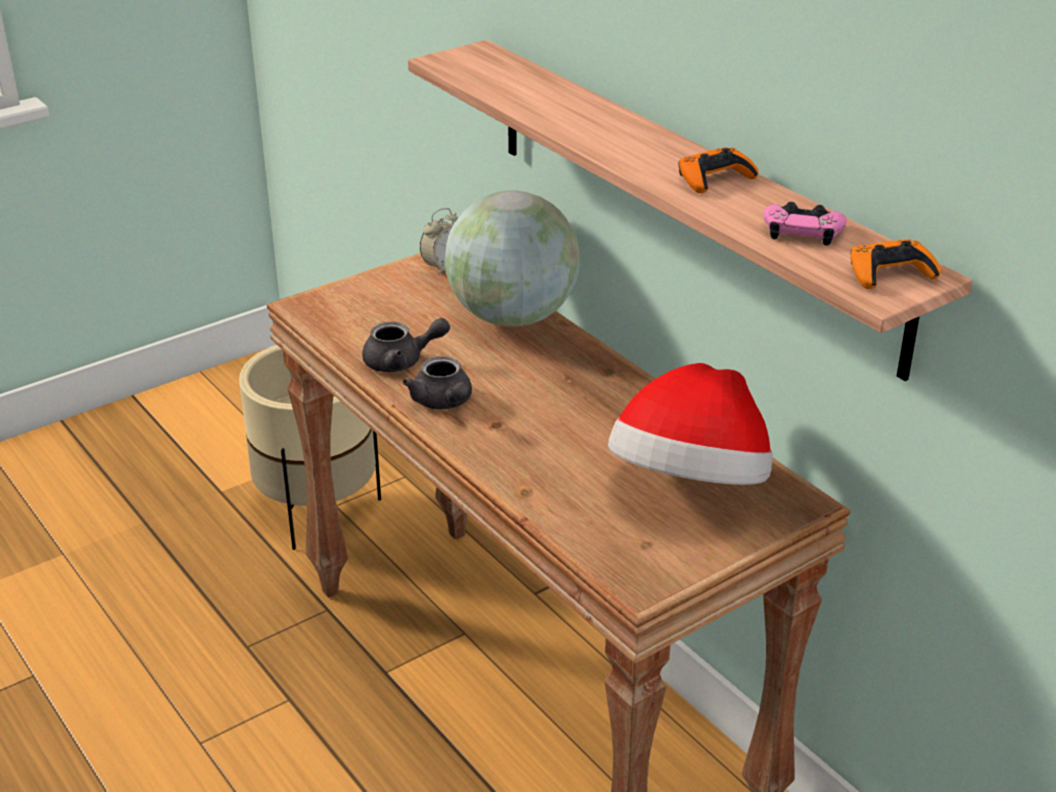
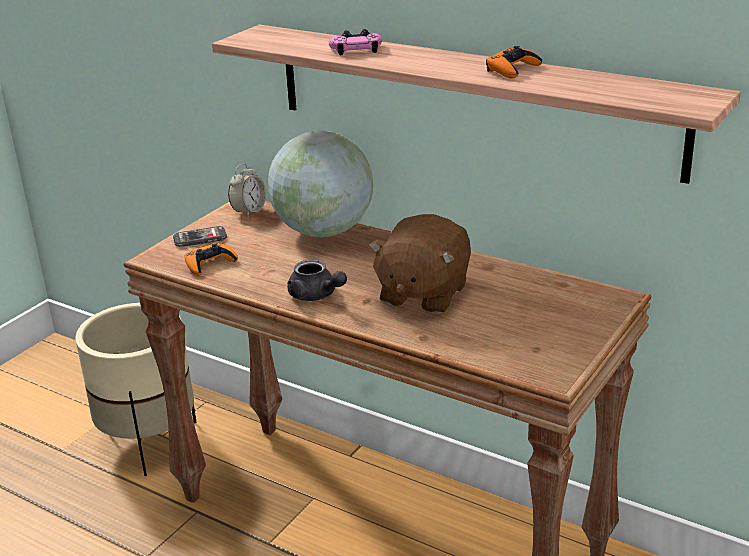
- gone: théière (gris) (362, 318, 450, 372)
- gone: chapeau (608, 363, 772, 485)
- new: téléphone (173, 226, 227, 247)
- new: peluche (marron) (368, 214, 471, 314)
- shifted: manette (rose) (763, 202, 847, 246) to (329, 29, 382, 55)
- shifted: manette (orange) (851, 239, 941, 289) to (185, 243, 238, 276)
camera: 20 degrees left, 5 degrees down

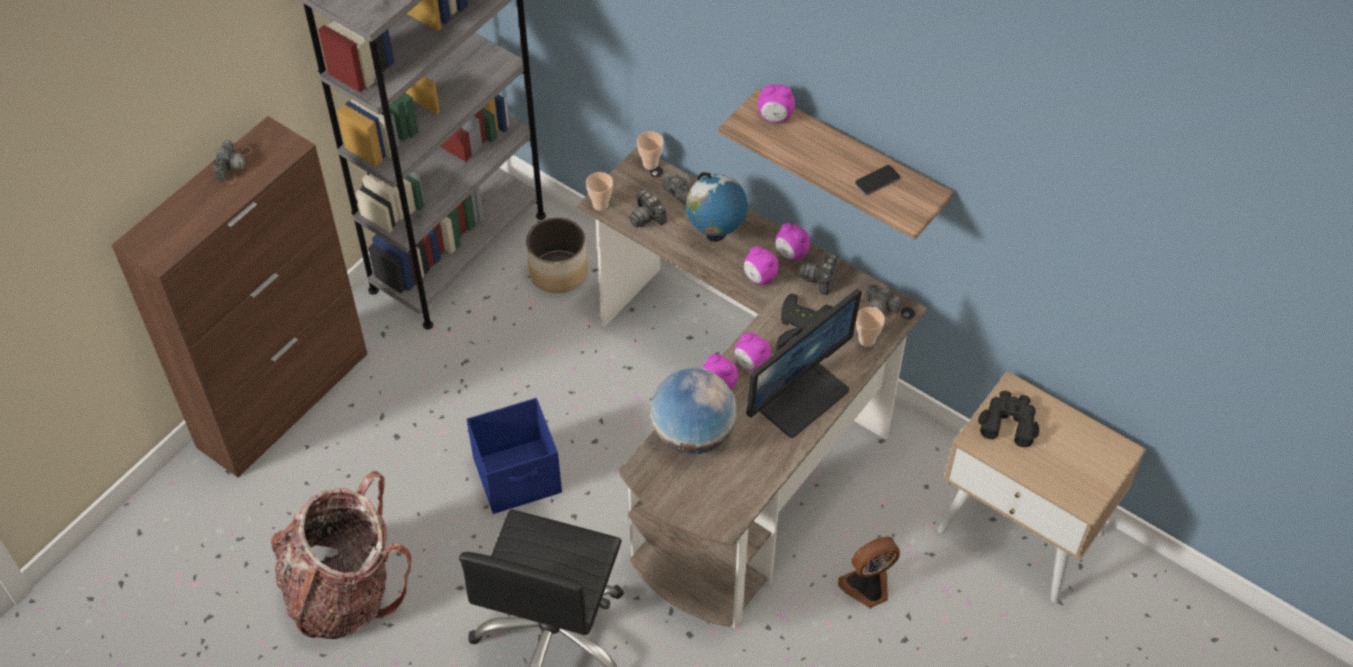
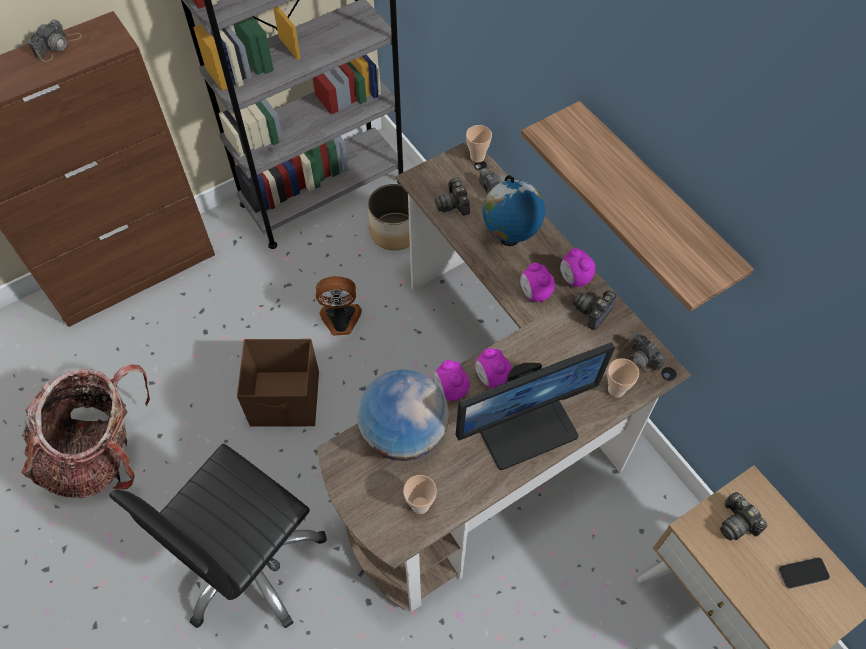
- gone: réveil (758, 84, 795, 123)
- gone: manette (noir) (781, 294, 832, 330)
- shifted: tasse (586, 172, 613, 211) to (403, 475, 437, 514)
- shifted: ventilateur (838, 537, 900, 608) to (316, 276, 362, 336)
- shifted: téléphone (855, 165, 900, 195) to (779, 558, 830, 589)
- swapped: jumelles (noir) (978, 391, 1039, 447) to appareil photo (720, 492, 767, 541)
- repainted: boîte de rangement (bleu) (466, 398, 562, 514) to boîte de rangement (marron) (237, 339, 319, 427)
camera: 20 degrees right, 5 degrees up

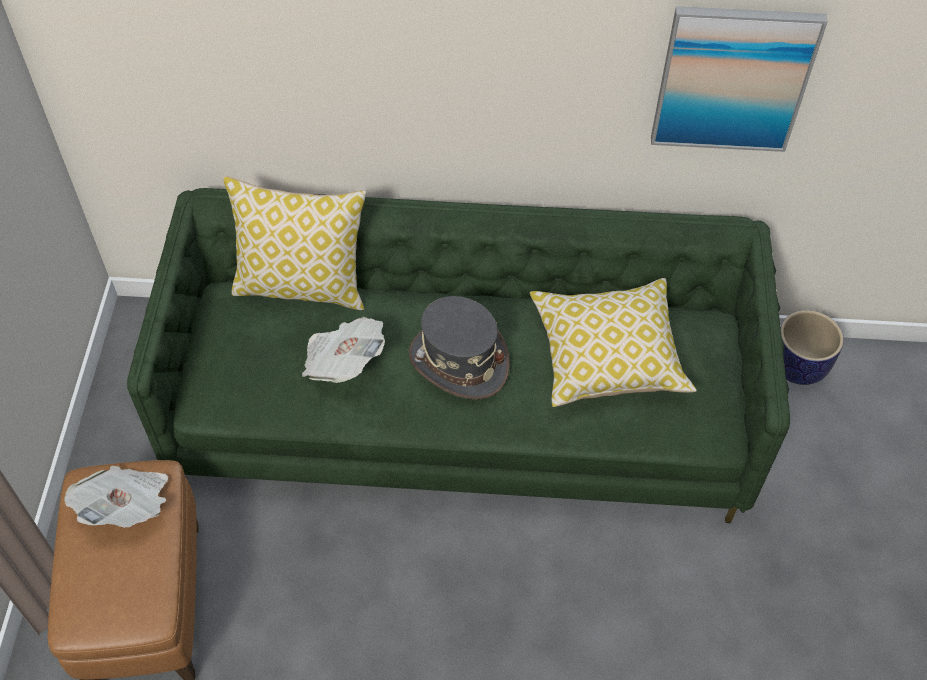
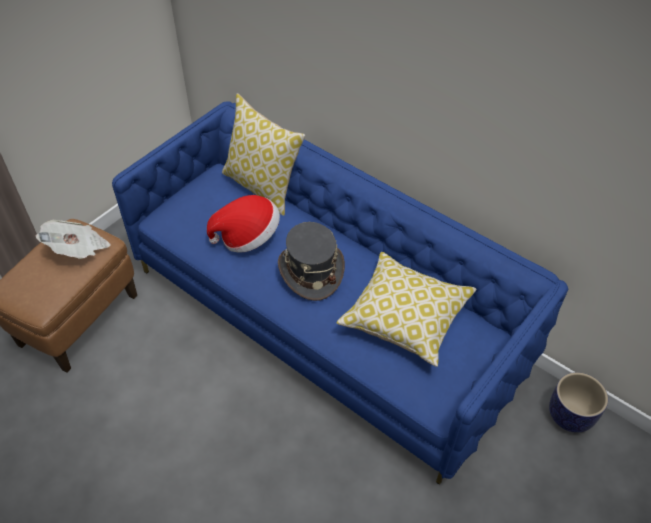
- gone: tableau (651, 6, 828, 152)
- swapped: journal (302, 317, 385, 383) to chapeau (207, 195, 280, 253)
- repainted: canapé (vert) (127, 188, 790, 523) to canapé (bleu) (112, 101, 568, 485)
camera: 35 degrees right, 5 degrees down

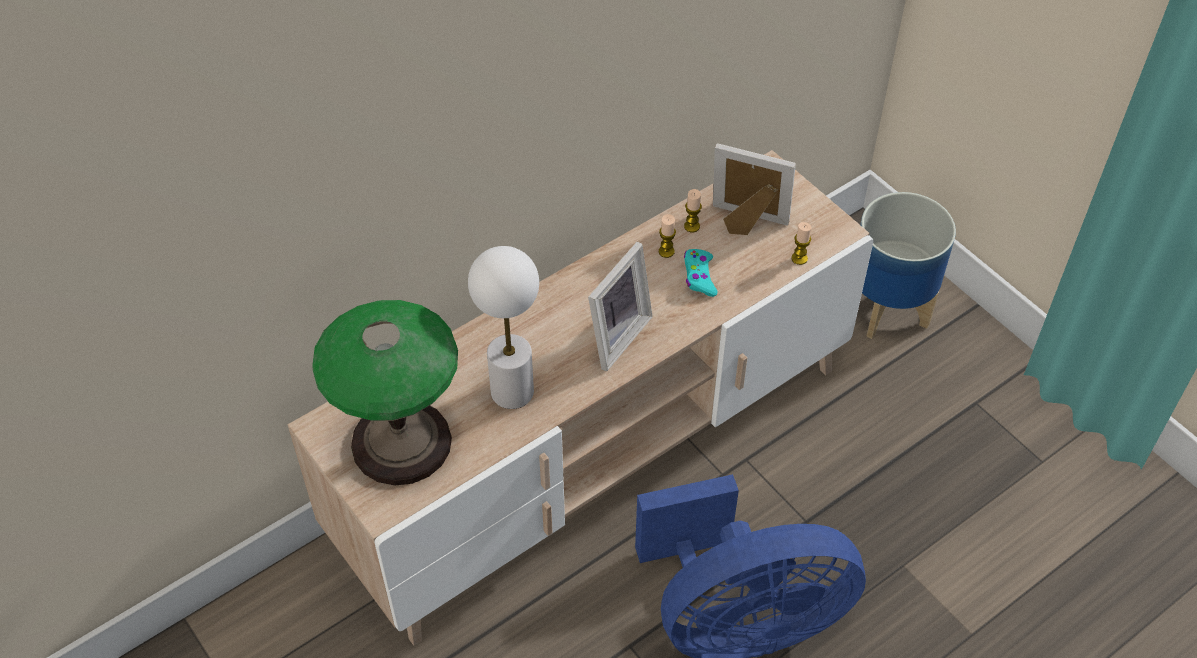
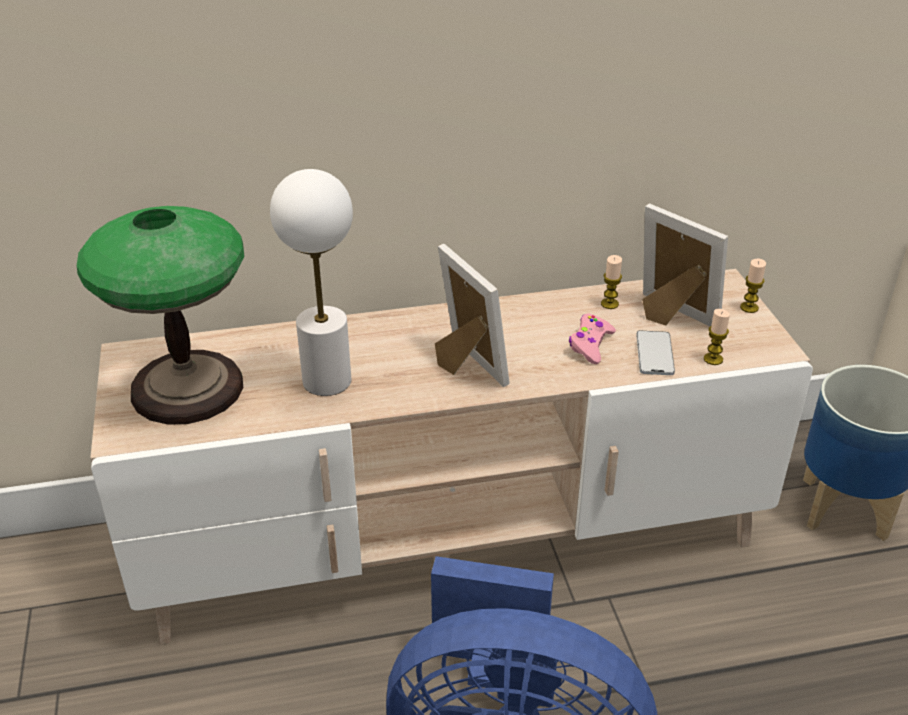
- new: téléphone (636, 330, 675, 375)
- shifted: bougie (659, 214, 676, 258) to (740, 259, 766, 313)
- repainted: manette (turquoise) (684, 249, 717, 297) to manette (rose) (569, 313, 616, 364)
- rotated: cadre photo (588, 242, 653, 371) = (435, 244, 510, 387) 90 degrees counterclockwise
camera: 25 degrees right, 15 degrees down

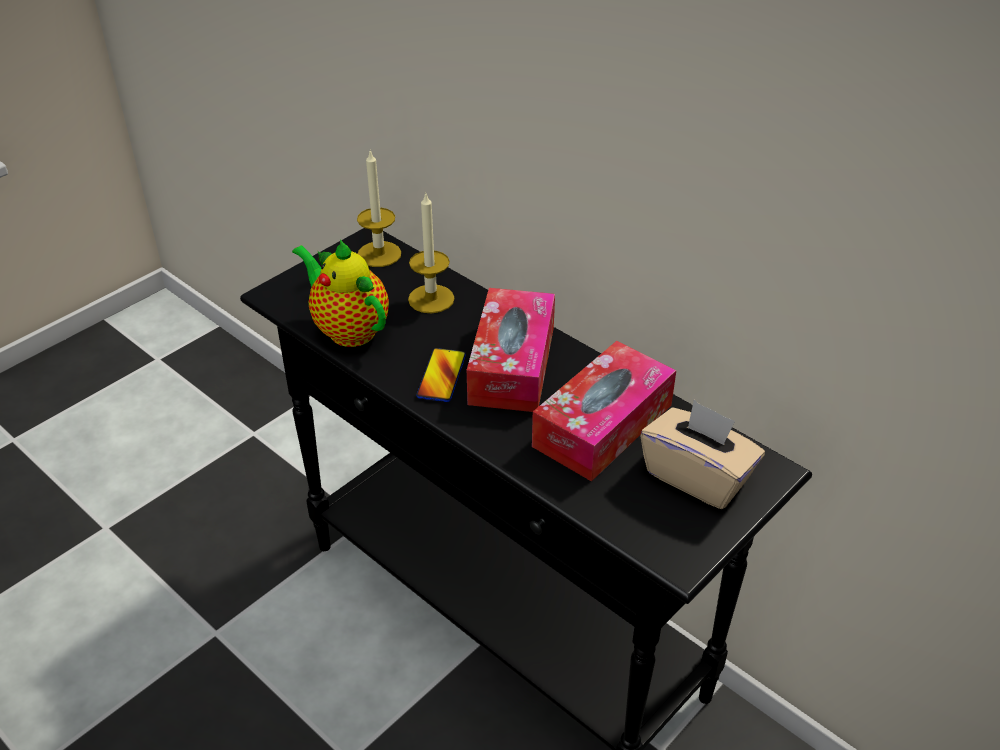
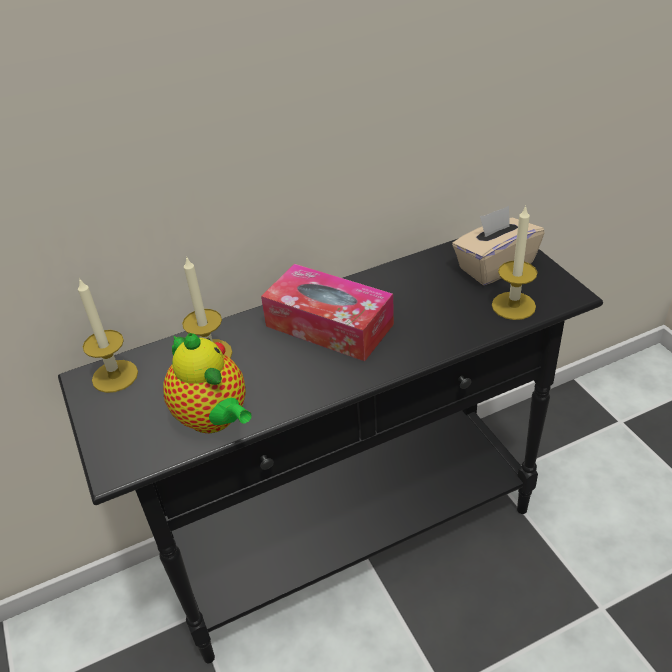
- gone: téléphone (416, 348, 466, 402)
- gone: boîte à mouchoirs (532, 341, 676, 482)
- new: bougie (492, 205, 538, 320)
- rotated: théière (292, 239, 389, 347) = (163, 333, 252, 433) 105 degrees counterclockwise
camera: 65 degrees left, 0 degrees up

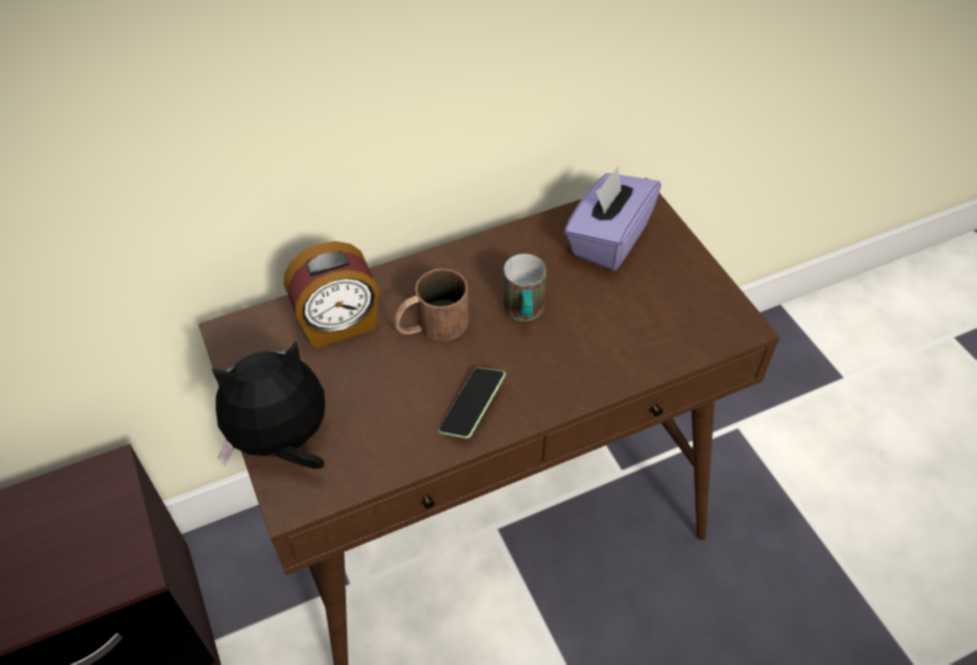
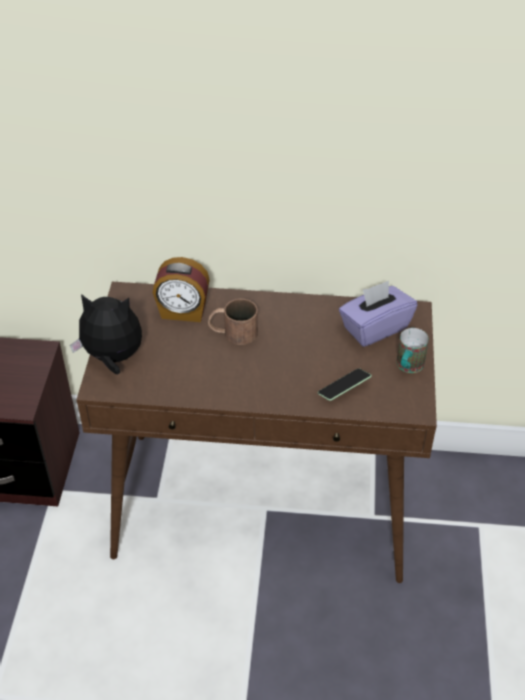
- shifted: téléphone (438, 367, 506, 439) to (318, 368, 372, 401)
- shifted: mug (503, 254, 546, 321) to (396, 328, 429, 373)
camera: 30 degrees right, 5 degrees down

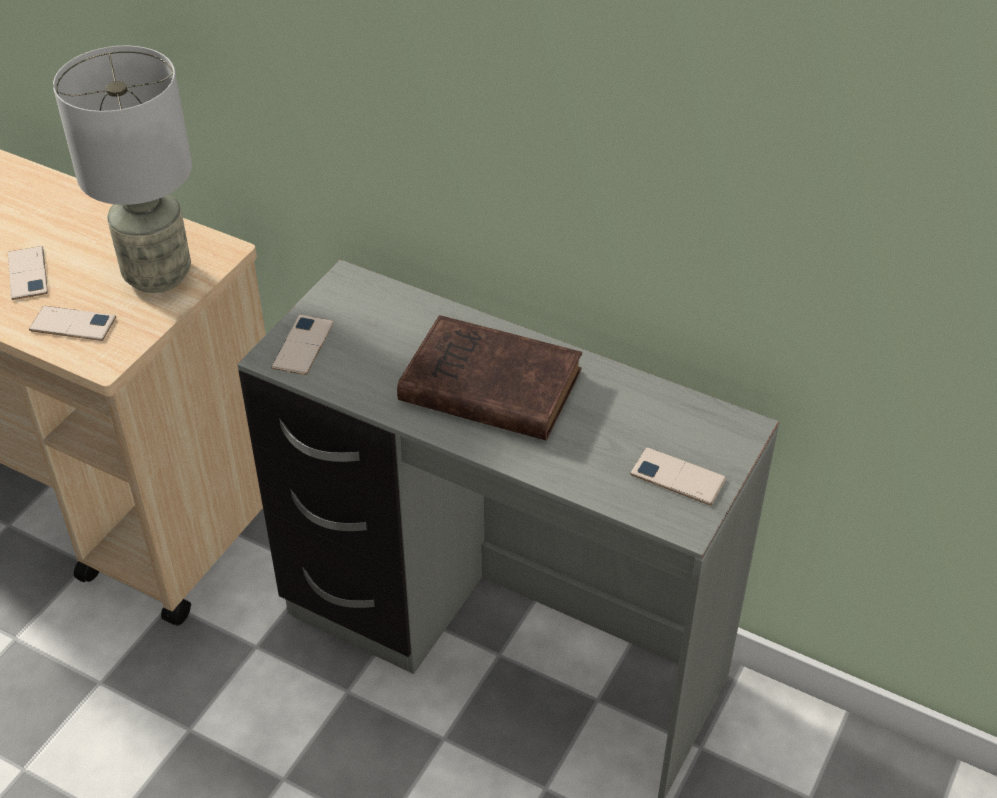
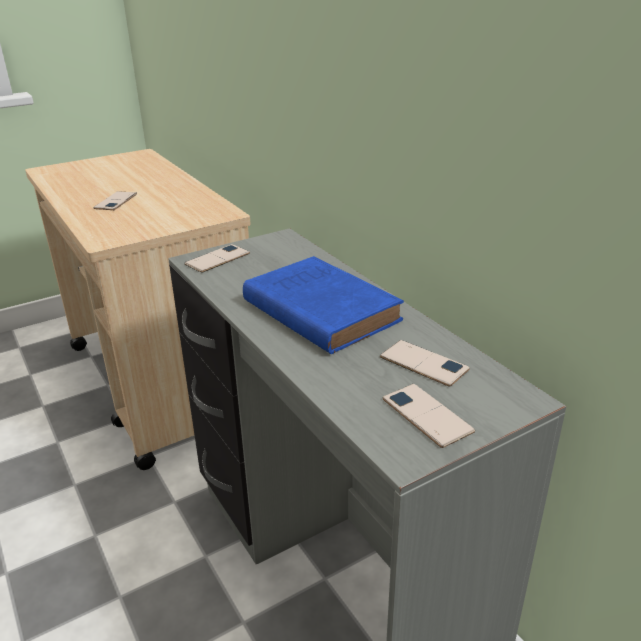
- gone: lampe de table (gris) (53, 46, 192, 293)
- shifted: téléphone (29, 306, 116, 341) to (380, 340, 470, 387)
- repainted: livre (marron) (397, 315, 582, 441) to livre (bleu) (243, 256, 404, 354)
camera: 30 degrees right, 15 degrees down

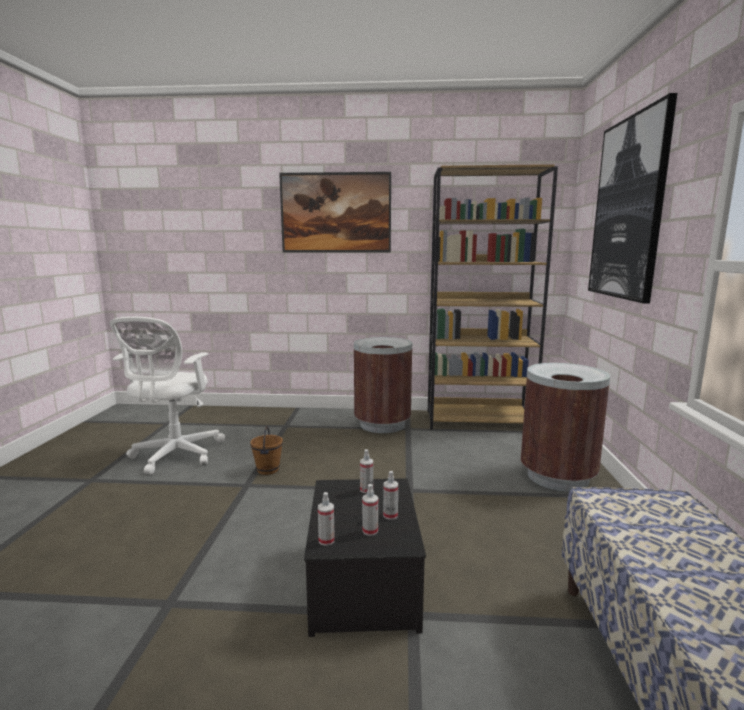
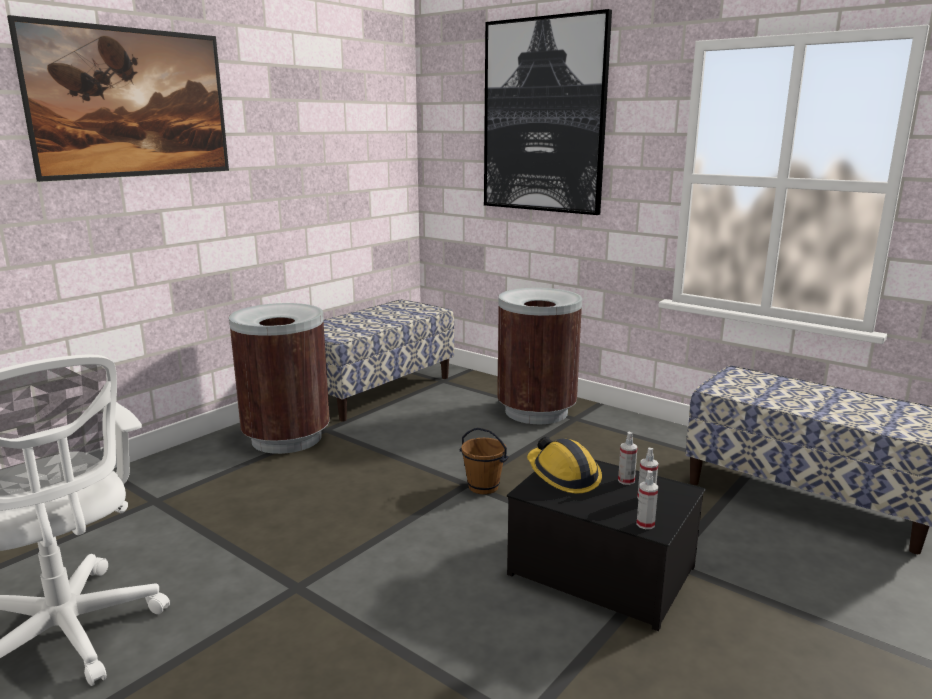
- shifted: seau (marron) (250, 426, 283, 475) to (460, 428, 509, 494)
- swapped: vaporisateur (360, 449, 373, 493) to casque de chantier (527, 436, 602, 494)
- swapped: bibliothèque (marron) (428, 164, 558, 429) to banc (323, 299, 454, 421)
camera: 55 degrees left, 5 degrees up

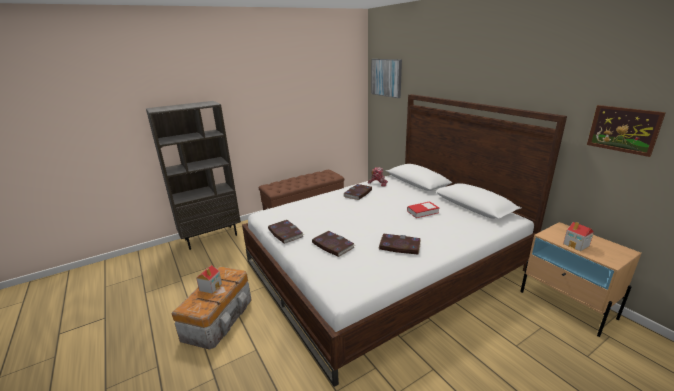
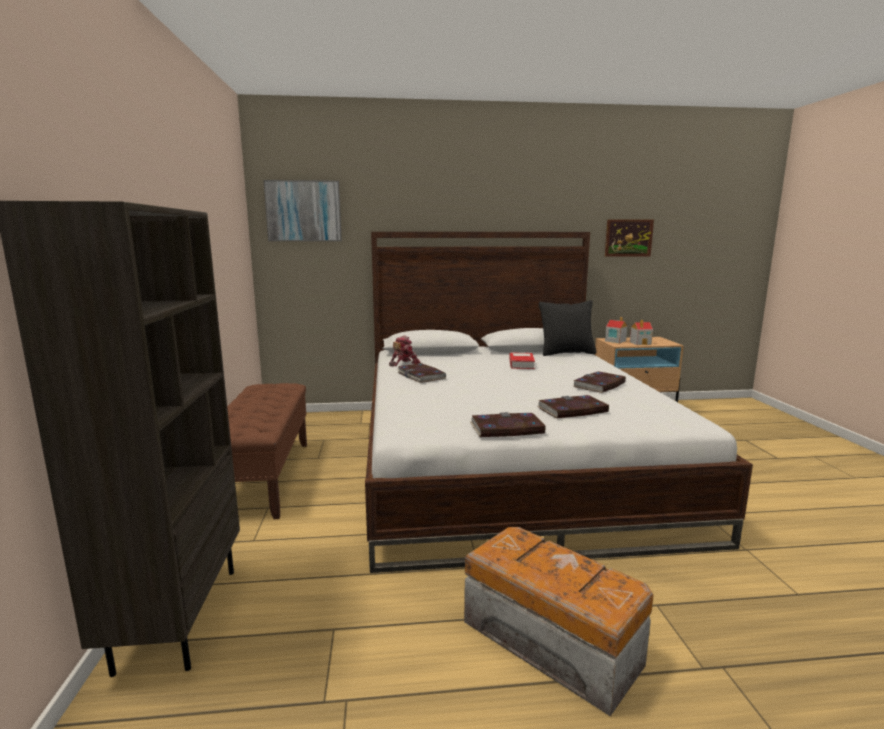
- new: coussin (noir) (539, 300, 597, 356)
- shifted: maison miniature (196, 265, 222, 294) to (605, 317, 627, 343)
camera: 65 degrees left, 10 degrees down

